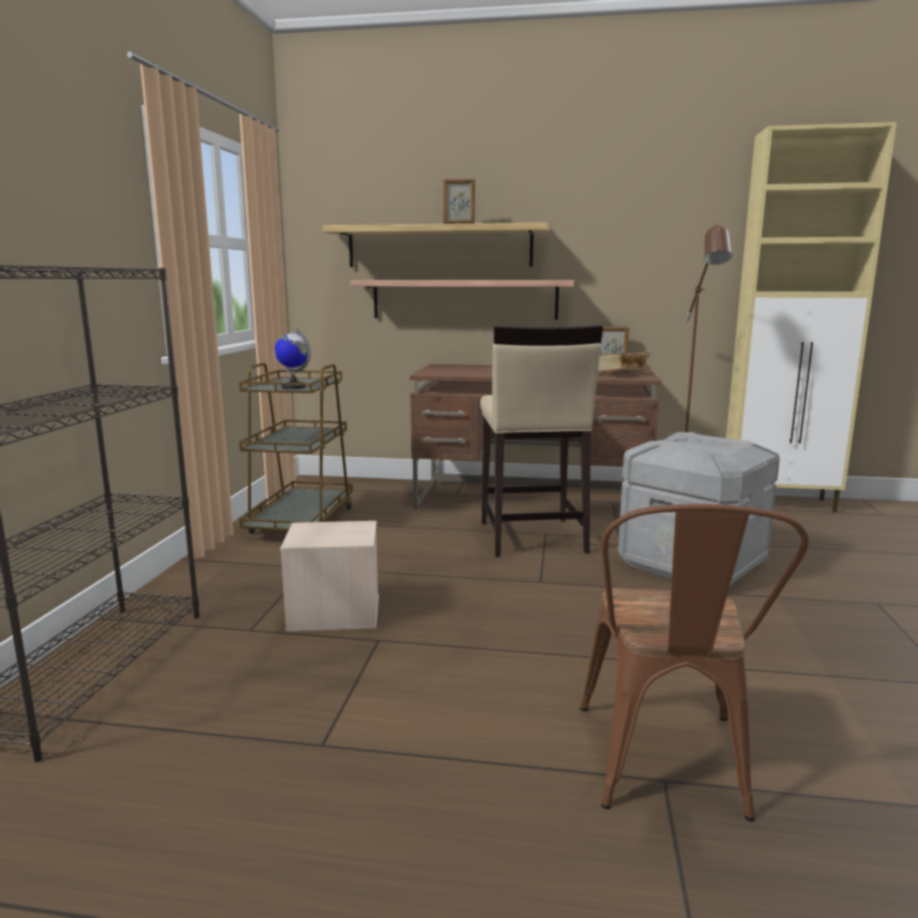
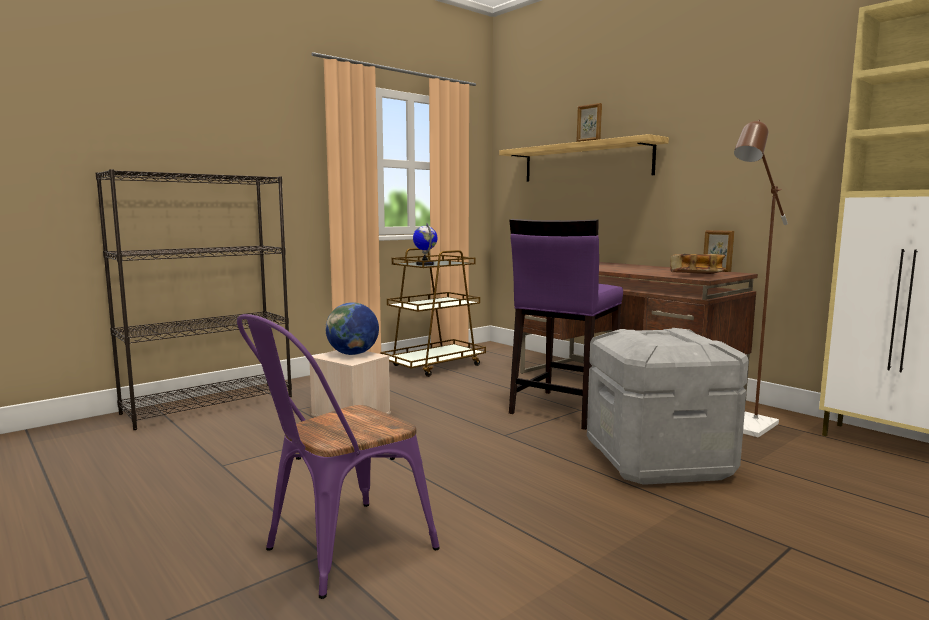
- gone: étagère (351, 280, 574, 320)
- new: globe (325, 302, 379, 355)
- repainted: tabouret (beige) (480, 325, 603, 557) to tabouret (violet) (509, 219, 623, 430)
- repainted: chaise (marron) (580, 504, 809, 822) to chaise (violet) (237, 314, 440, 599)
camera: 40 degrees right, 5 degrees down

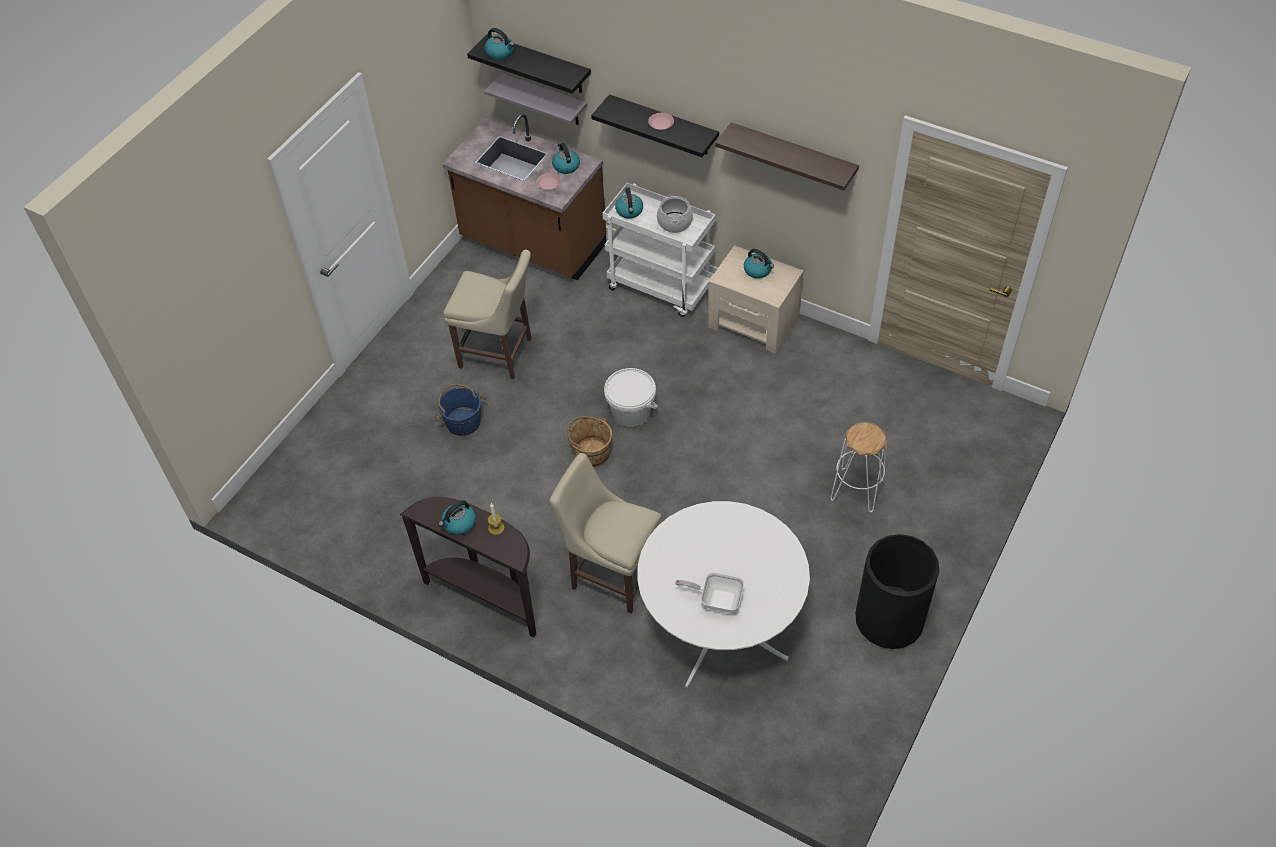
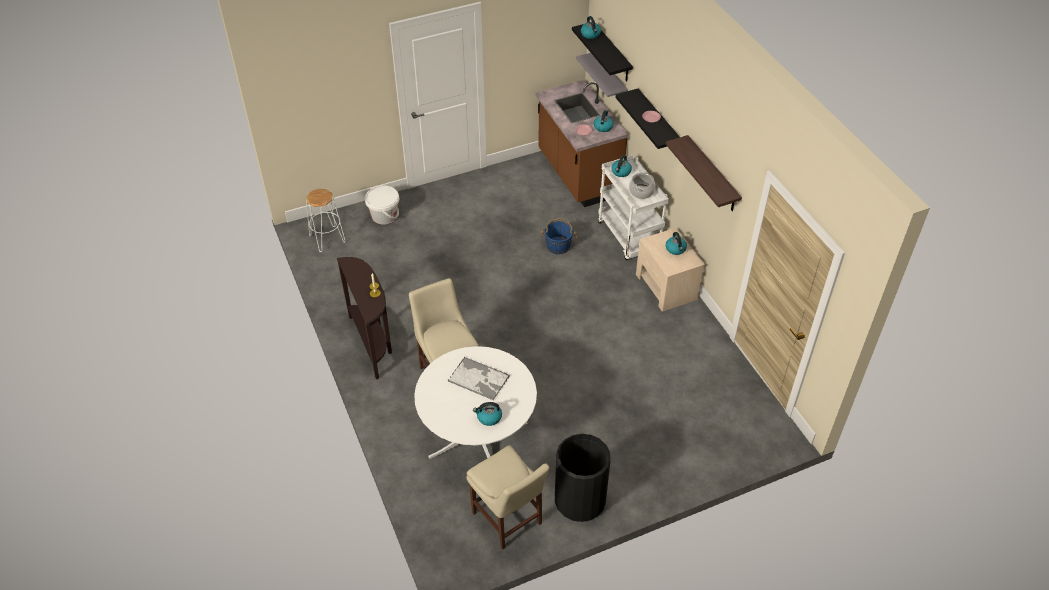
- gone: seau (marron) (567, 416, 612, 467)
- gone: poêle (675, 572, 744, 613)
- new: plateau (448, 357, 510, 400)
- shifted: seau (bleu) (436, 384, 486, 436) to (540, 218, 578, 254)
- shifted: bouilloire (439, 500, 476, 535) to (473, 402, 502, 426)
- shifted: chaise (beige) (443, 250, 532, 379) to (466, 445, 549, 550)
- shifted: seau (blanc) (604, 368, 658, 427) to (365, 185, 399, 225)
- shifted: tabouret (blanc) (831, 422, 887, 512) to (306, 189, 345, 252)
camera: 35 degrees right, 5 degrees down

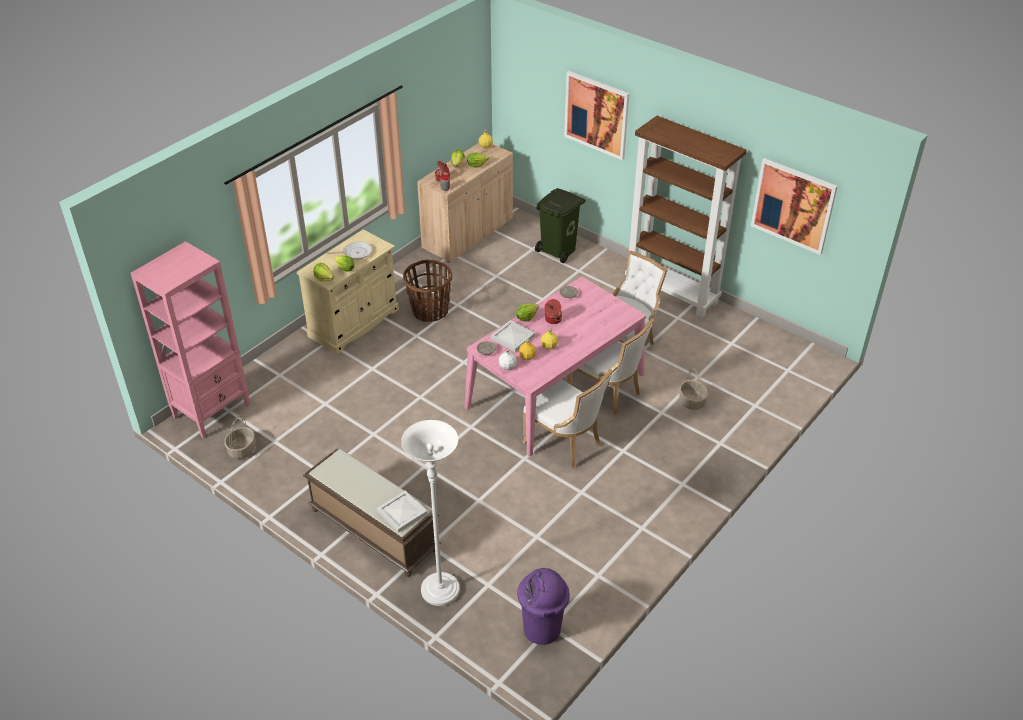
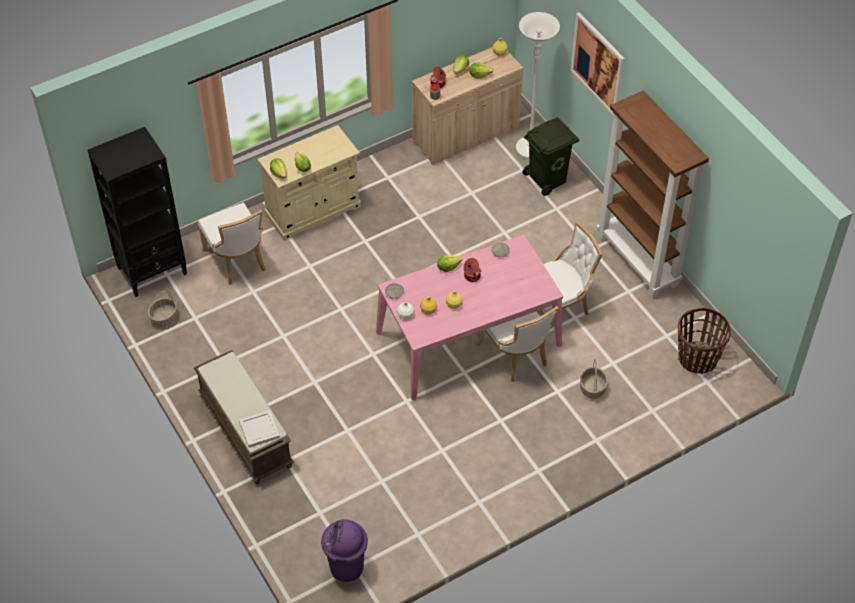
- gone: poêle (327, 242, 372, 260)
- gone: plateau (blanc) (491, 320, 535, 352)
- gone: tableau (751, 158, 838, 255)
- shifted: lampadaire (blanc) (401, 420, 460, 606) to (516, 12, 560, 159)
- shifted: panier (403, 259, 452, 322) to (678, 307, 731, 374)
- shifted: chaise (blanc) (522, 369, 613, 468) to (198, 203, 266, 285)
- repainted: bibliothèque (rose) (131, 241, 250, 439) to bibliothèque (noir) (88, 127, 187, 297)
camera: 20 degrees right, 10 degrees up

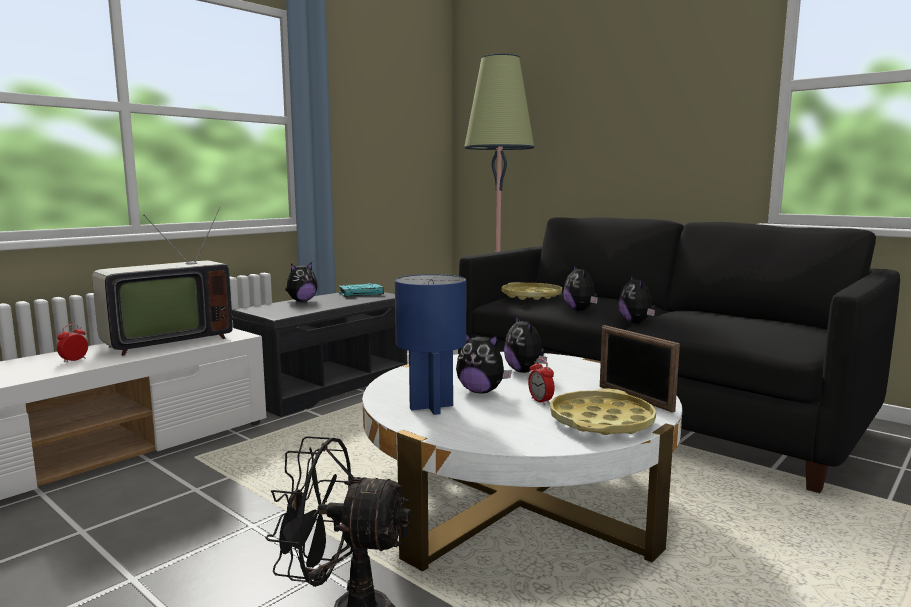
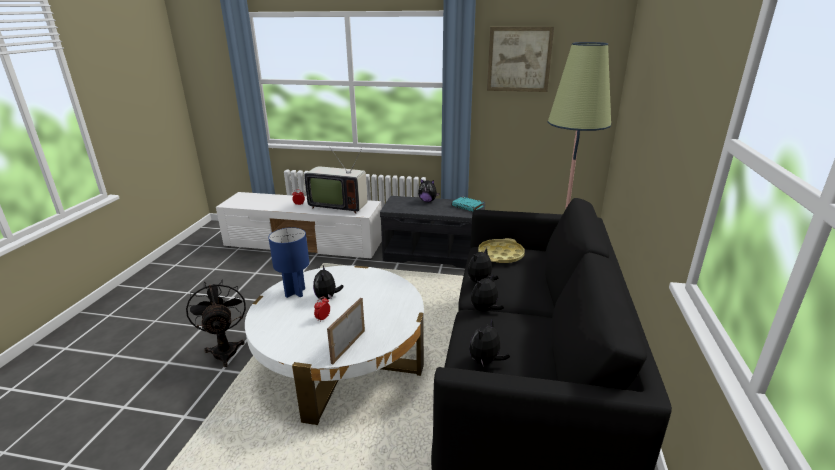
- gone: plateau (jaune) (550, 389, 656, 435)
- new: tableau (487, 27, 554, 92)
- shifted: peluche (504, 315, 547, 373) to (469, 319, 510, 367)
camera: 60 degrees right, 15 degrees up

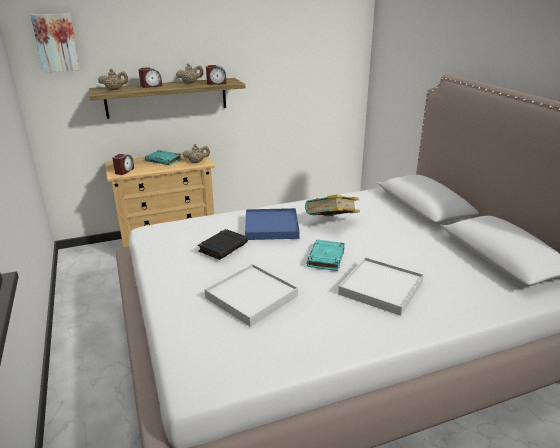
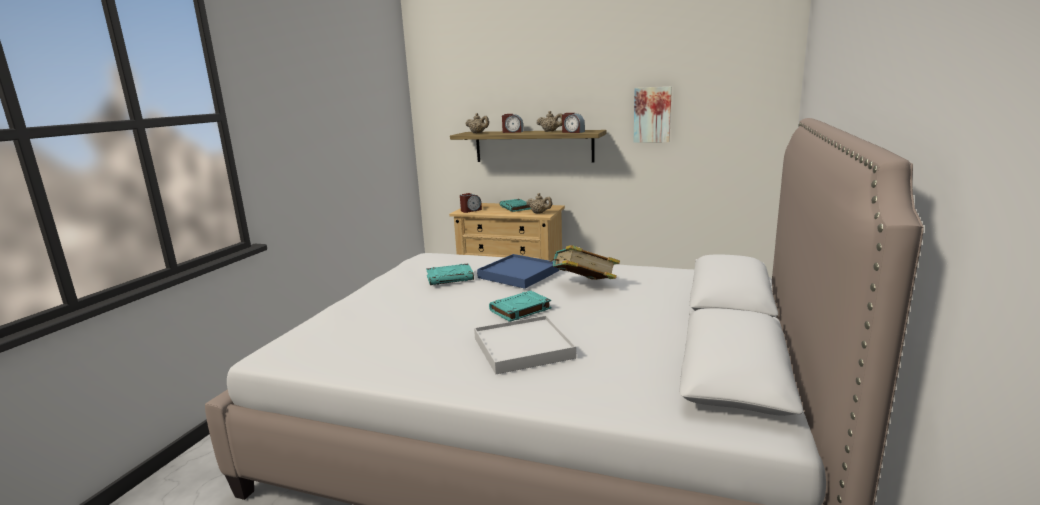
- gone: plateau (blanc) (204, 264, 298, 327)
- shifted: tableau (30, 13, 81, 73) to (634, 87, 672, 143)
- repainted: livre (noir) (198, 229, 248, 260) to livre (turquoise) (426, 264, 474, 285)
camera: 40 degrees right, 10 degrees down

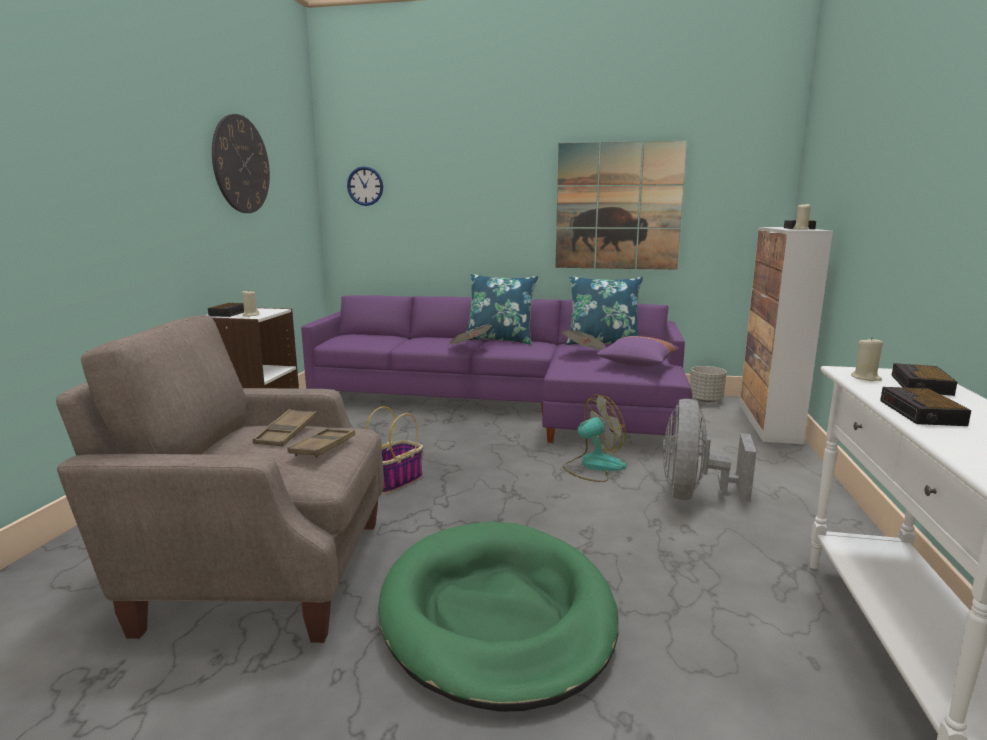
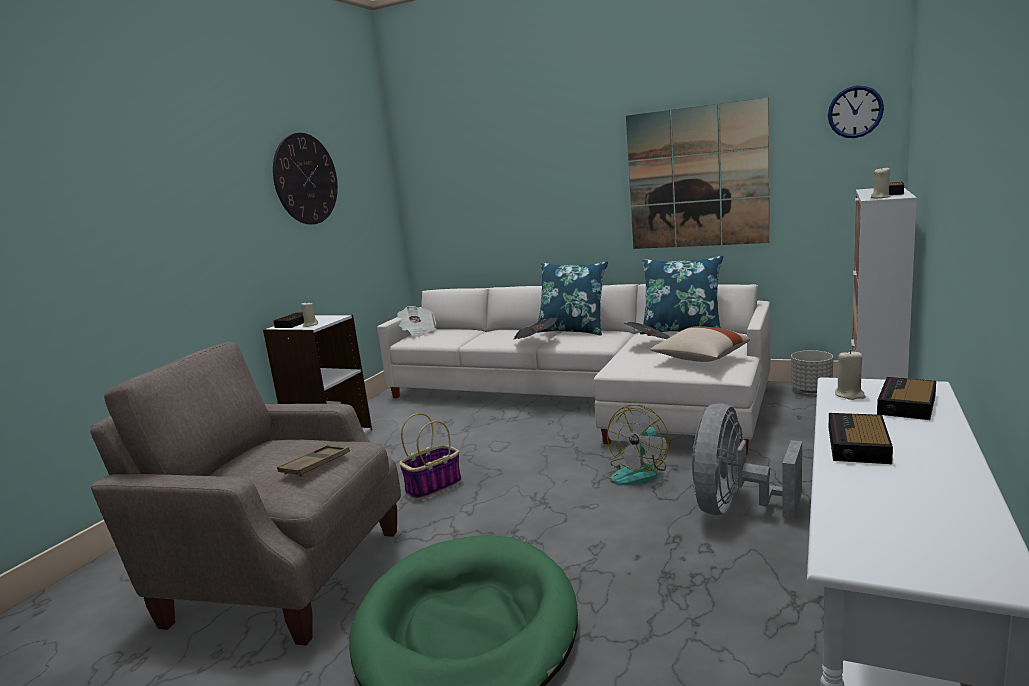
- gone: plateau (marron) (253, 409, 317, 446)
- new: journal (397, 306, 436, 337)
- shifted: horloge murale (347, 166, 383, 206) to (828, 85, 884, 138)
- repainted: canapé (violet) (301, 295, 693, 443) to canapé (blanc) (377, 284, 771, 456)
- repainted: coussin (violet) (596, 336, 679, 367) to coussin (beige) (650, 326, 750, 362)
- rotated: ventilateur (563, 394, 626, 482) = (607, 405, 669, 485) 135 degrees clockwise
camera: 15 degrees right, 0 degrees up

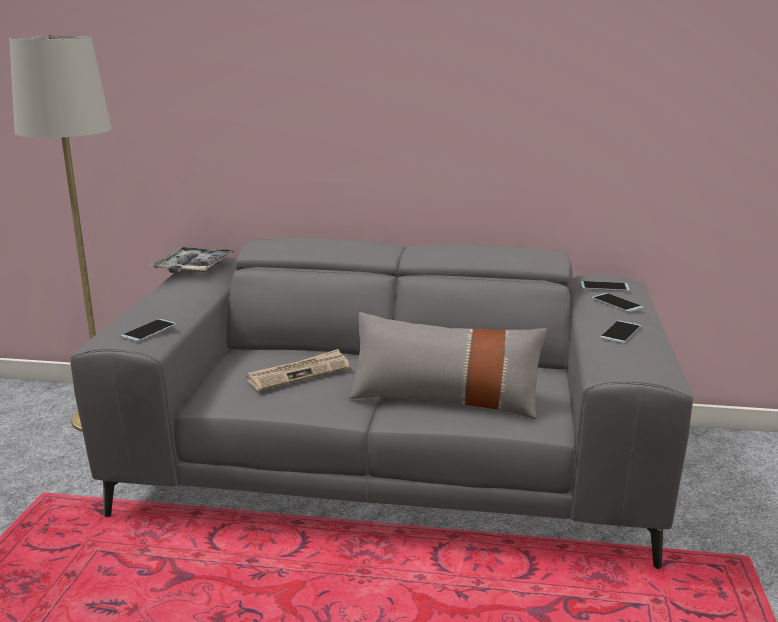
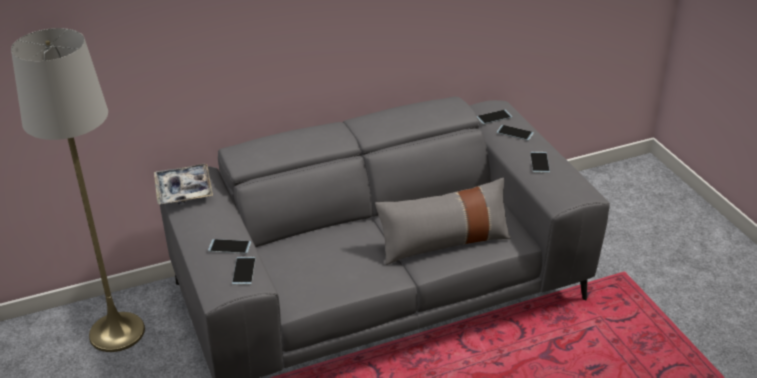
- gone: journal (247, 349, 350, 391)
- new: téléphone (208, 239, 251, 254)
camera: 30 degrees left, 15 degrees up

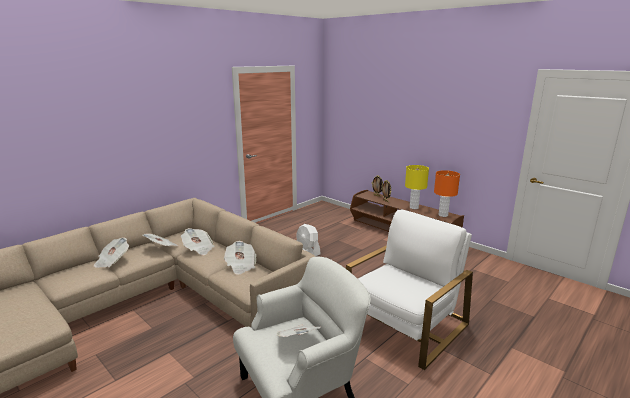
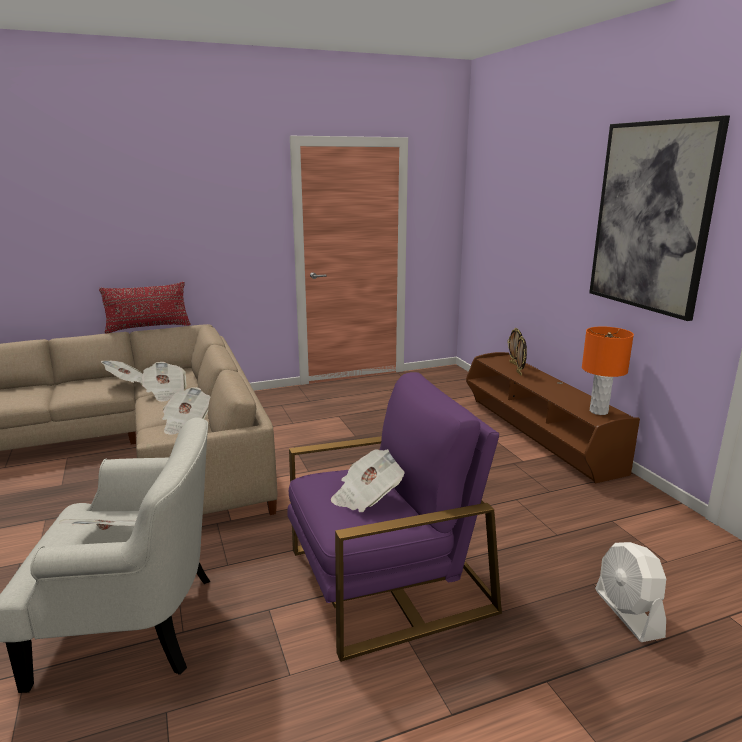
- gone: lampe de table (jaune) (405, 165, 429, 209)
- new: coussin (rouge) (99, 282, 191, 334)
- new: tableau (589, 115, 730, 321)
- shifted: journal (93, 237, 129, 268) to (331, 449, 405, 512)
- shifted: ventilateur (blanc) (296, 224, 321, 256) to (595, 542, 666, 642)
- repainted: fauteuil (blanc) (346, 209, 473, 370) to fauteuil (violet) (287, 372, 502, 662)
camera: 25 degrees right, 0 degrees up

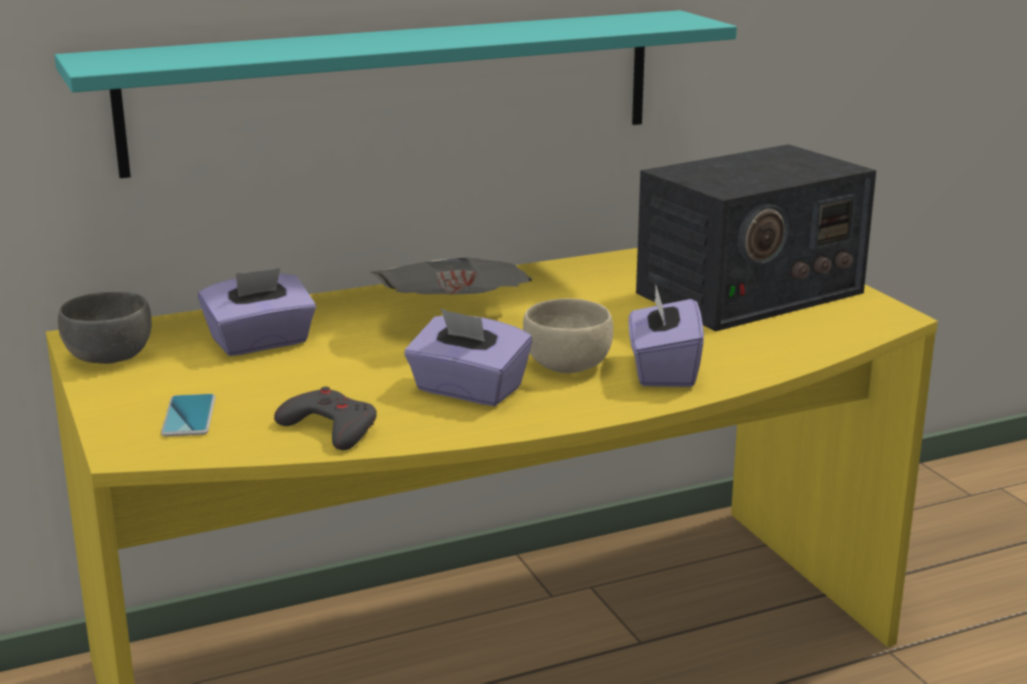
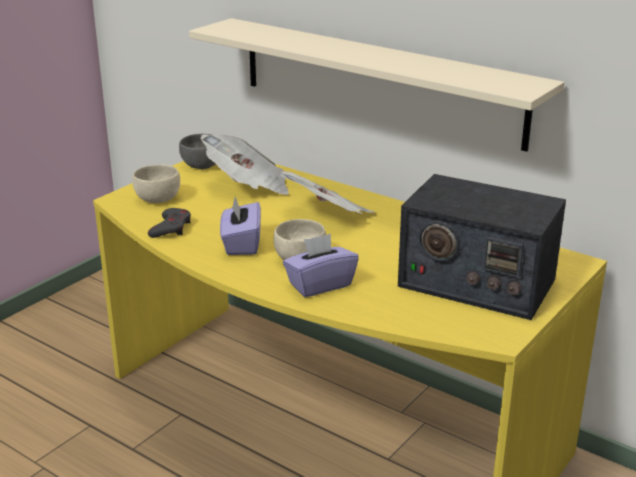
- swapped: téléphone (161, 394, 216, 436) to bol (beige) (132, 165, 180, 203)
- swapped: boîte à mouchoirs (violet) (198, 268, 316, 356) to journal (201, 134, 289, 195)
- repainted: étagère (turquoise) (54, 10, 737, 178) to étagère (beige) (189, 18, 564, 152)
camera: 60 degrees right, 5 degrees up

